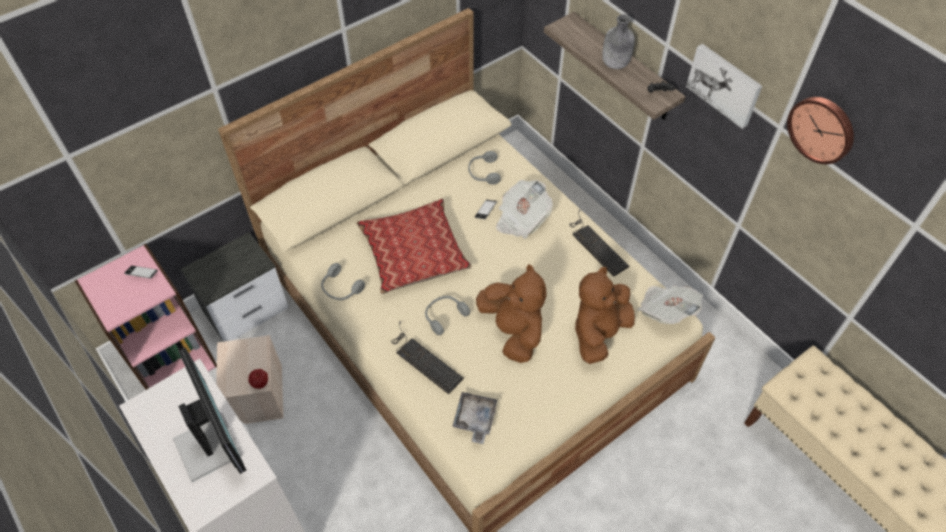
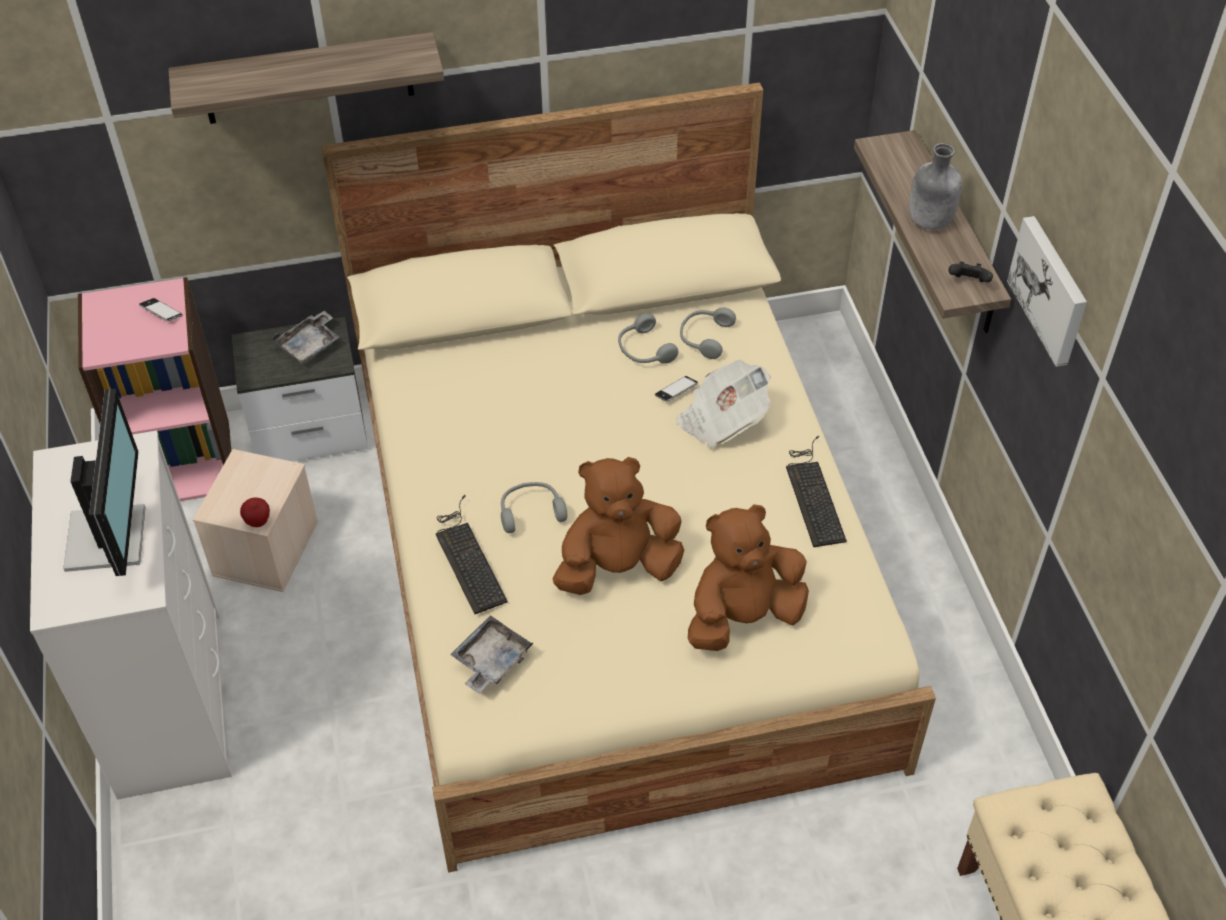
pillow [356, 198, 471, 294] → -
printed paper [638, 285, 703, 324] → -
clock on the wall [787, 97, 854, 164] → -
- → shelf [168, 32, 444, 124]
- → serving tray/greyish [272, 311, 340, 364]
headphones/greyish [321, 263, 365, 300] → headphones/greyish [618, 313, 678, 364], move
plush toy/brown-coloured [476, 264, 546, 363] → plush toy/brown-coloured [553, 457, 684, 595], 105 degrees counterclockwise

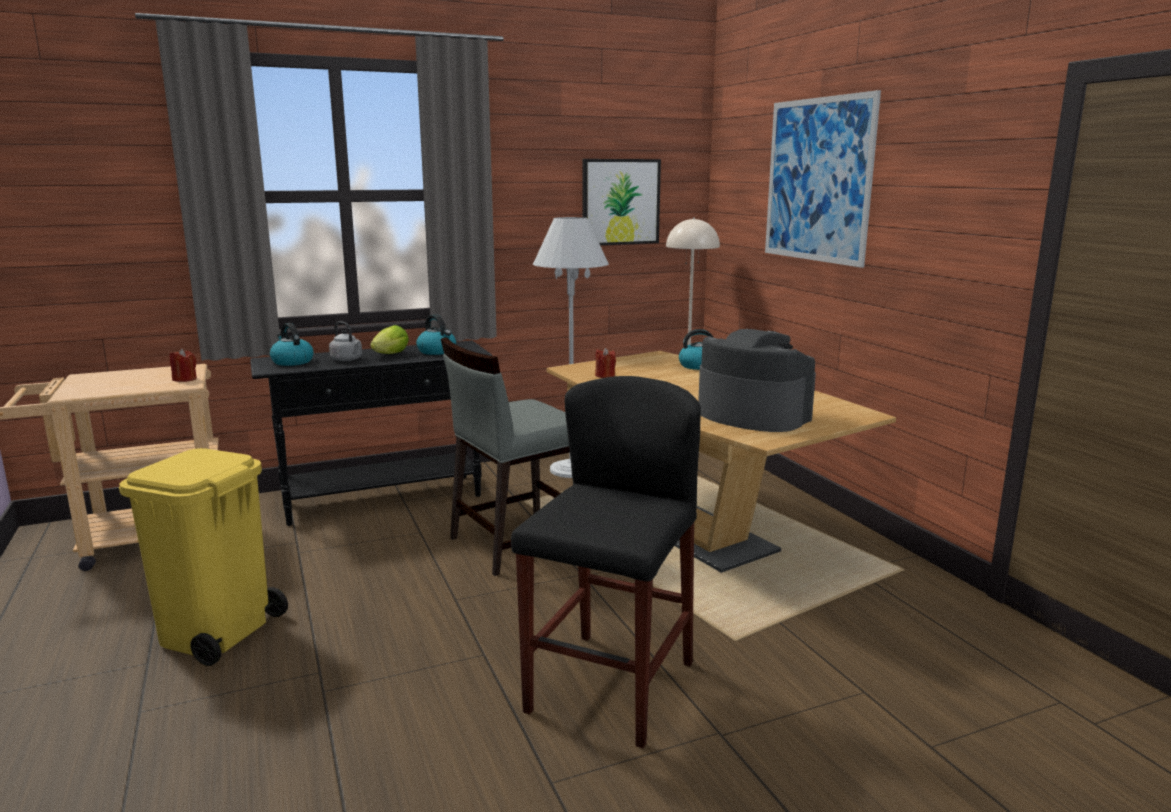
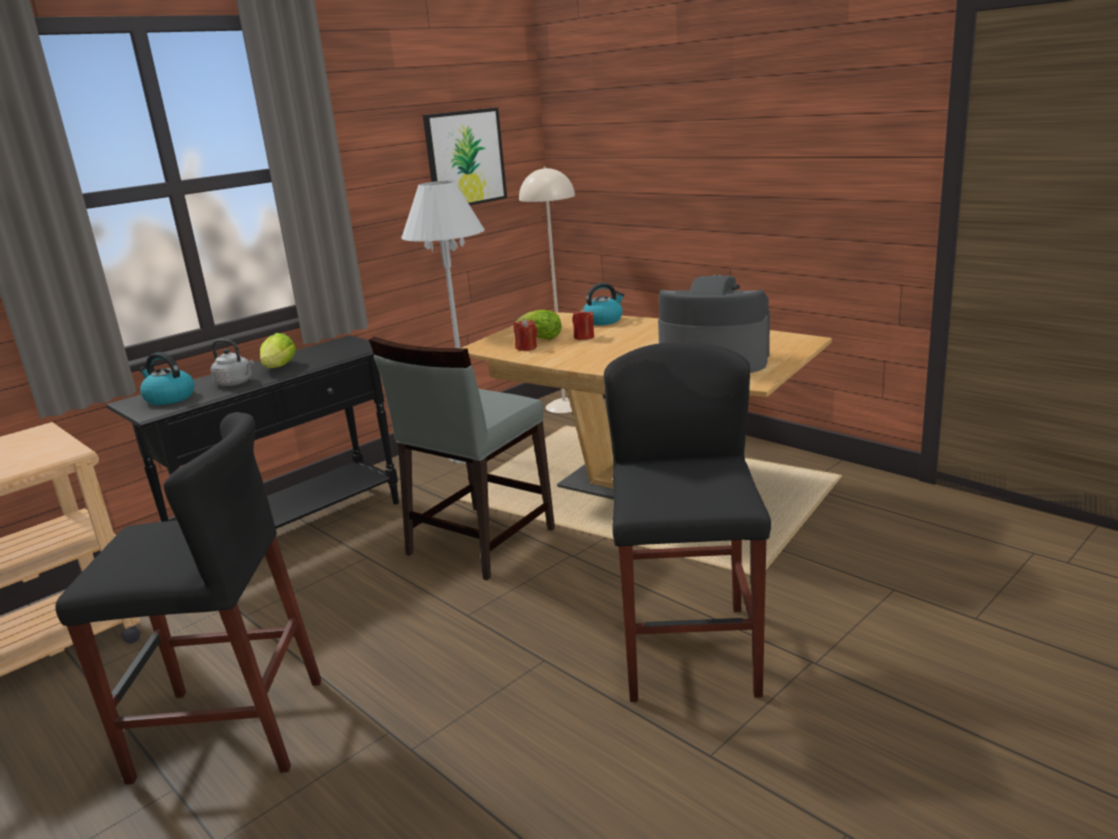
tea kettle [416, 314, 456, 355] → -
wall art [765, 90, 881, 268] → -
- → lettuce [516, 310, 562, 340]
wax candle/reddish [170, 349, 197, 382] → wax candle/reddish [572, 308, 594, 340], move
trash can/yellow [119, 448, 288, 666] → stool seat/black [55, 412, 322, 785]

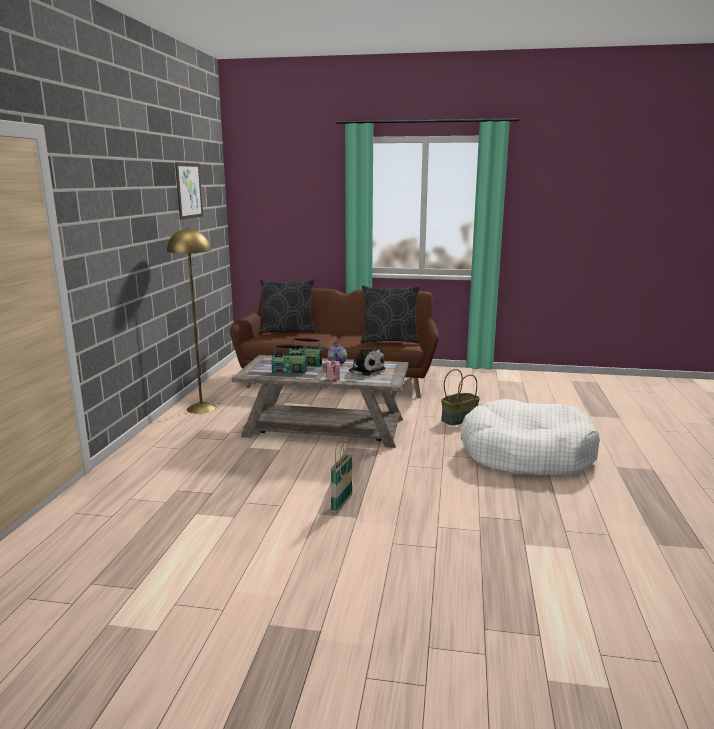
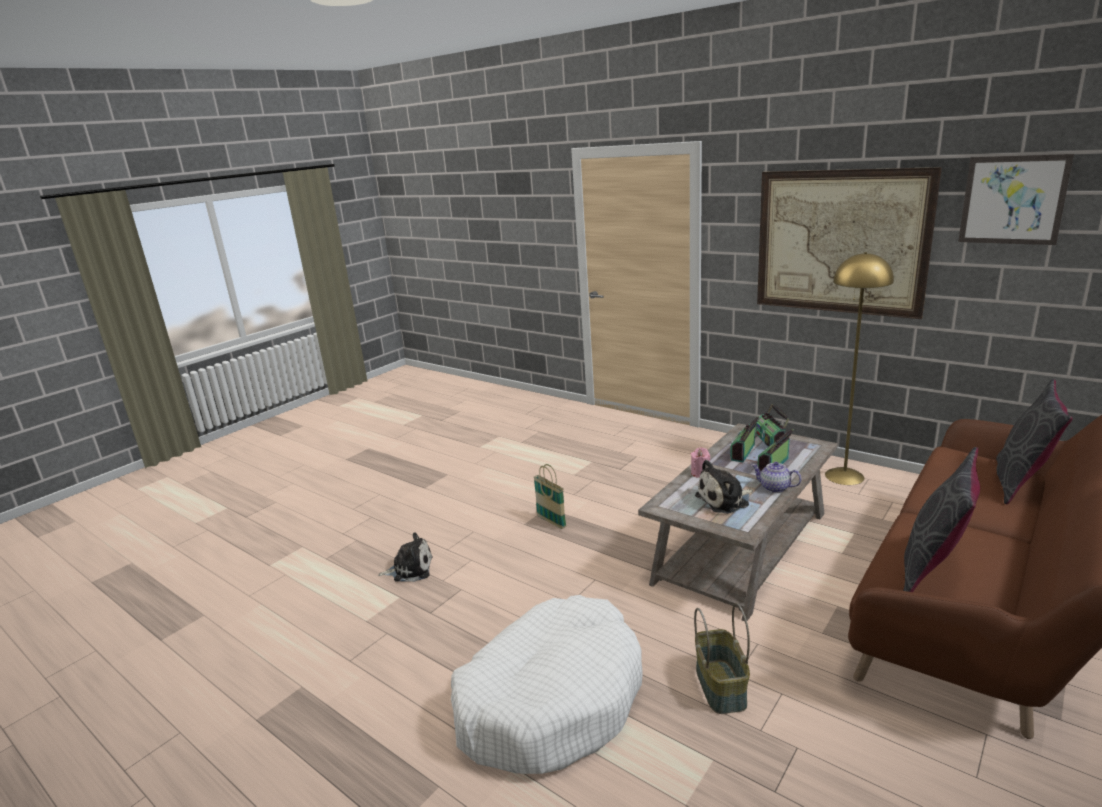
- → plush toy [378, 532, 433, 582]
- → radio [756, 404, 789, 446]
- → wall art [757, 167, 942, 319]

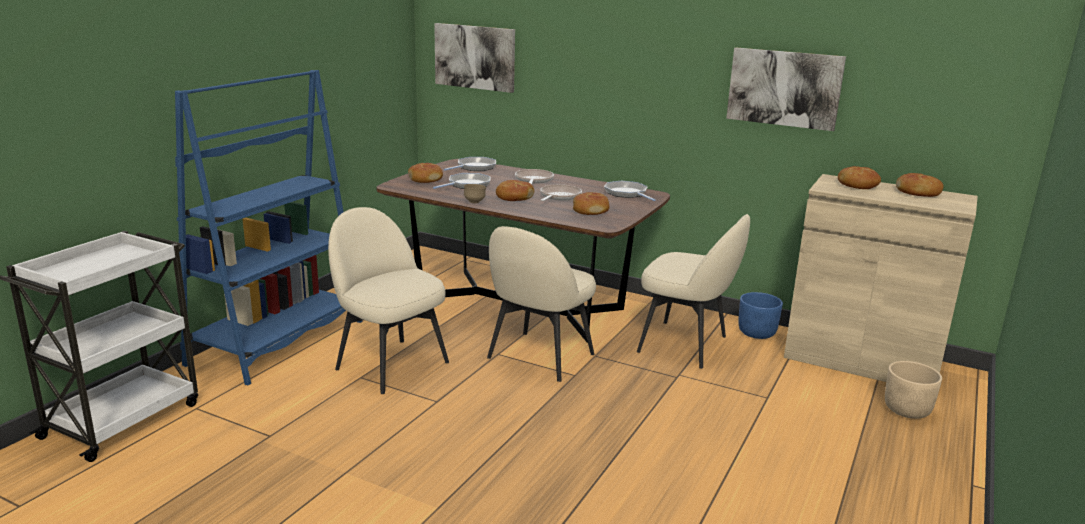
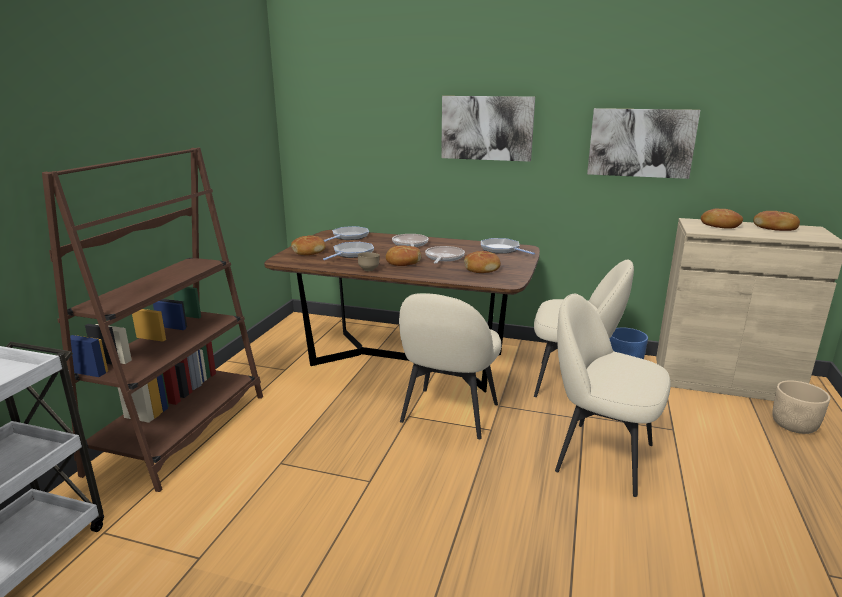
chair/beige [328, 207, 449, 394] → chair/beige [555, 294, 671, 497], move
wall art [434, 23, 515, 93] → wall art [441, 96, 535, 162], move
bookcase/blue [175, 70, 362, 385] → bookcase/brown-coloured [42, 147, 263, 492]

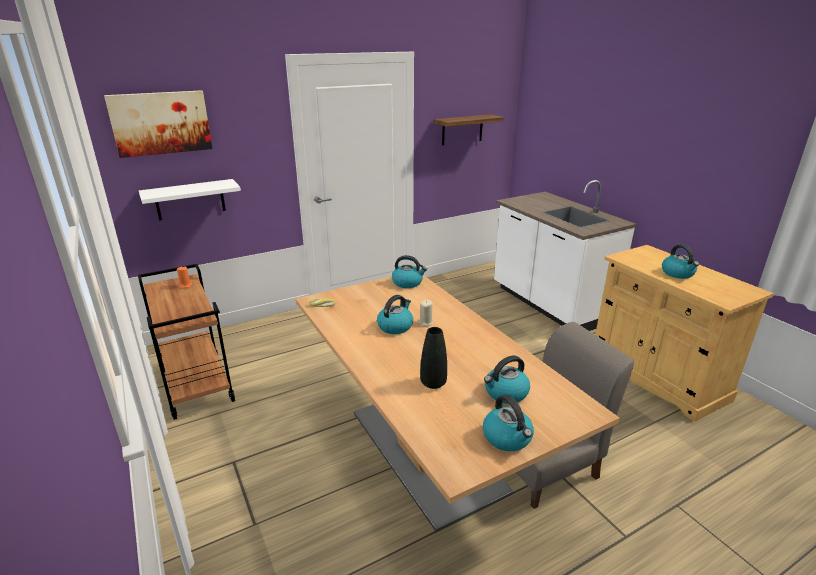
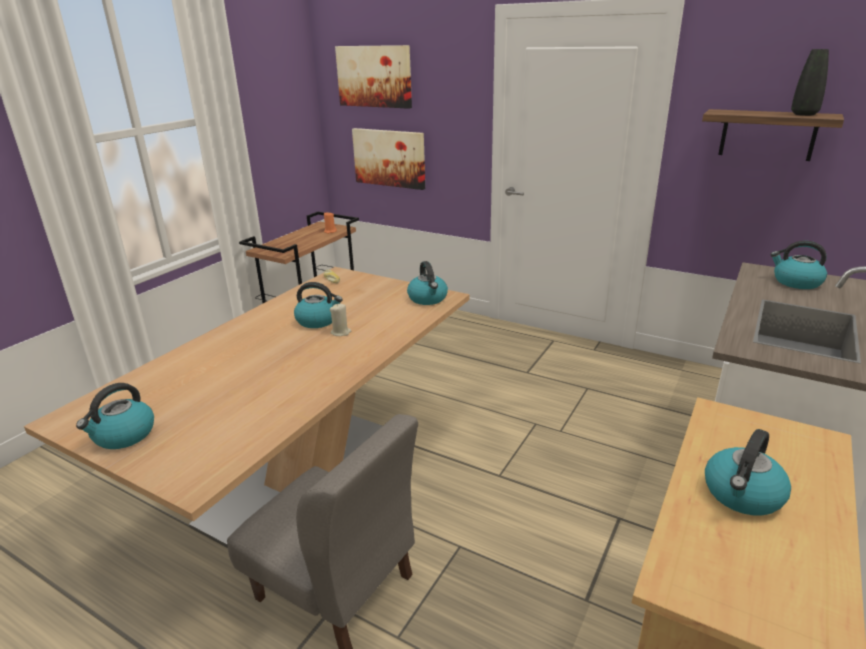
flower vase/black [420, 327, 447, 389] → flower vase/black [791, 49, 829, 116], move
tea kettle [484, 355, 530, 404] → tea kettle [770, 240, 827, 289], move
shelf/white [139, 179, 241, 221] → wall art [352, 128, 425, 190]

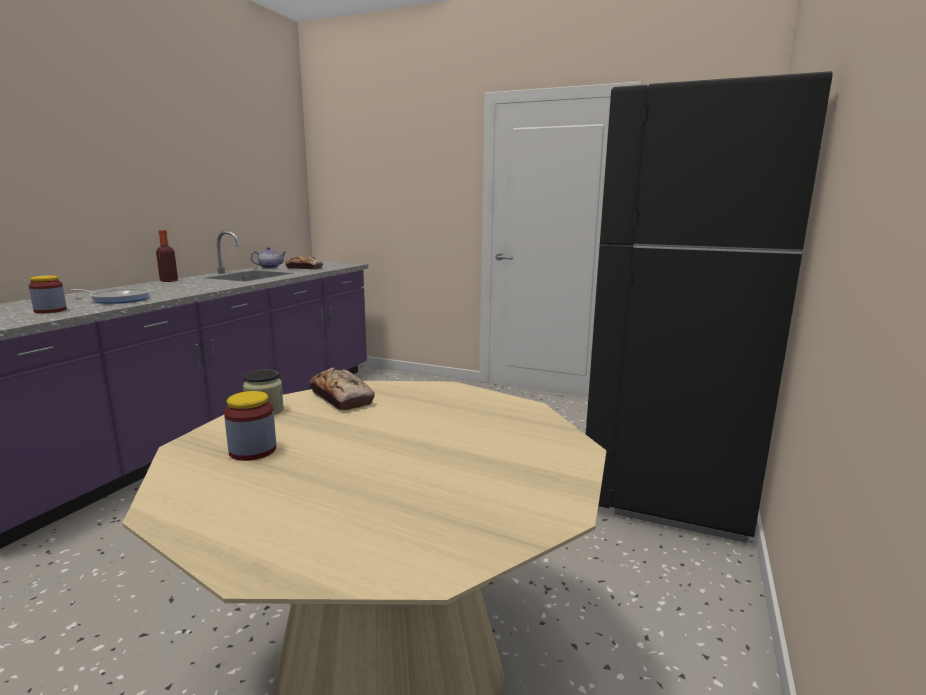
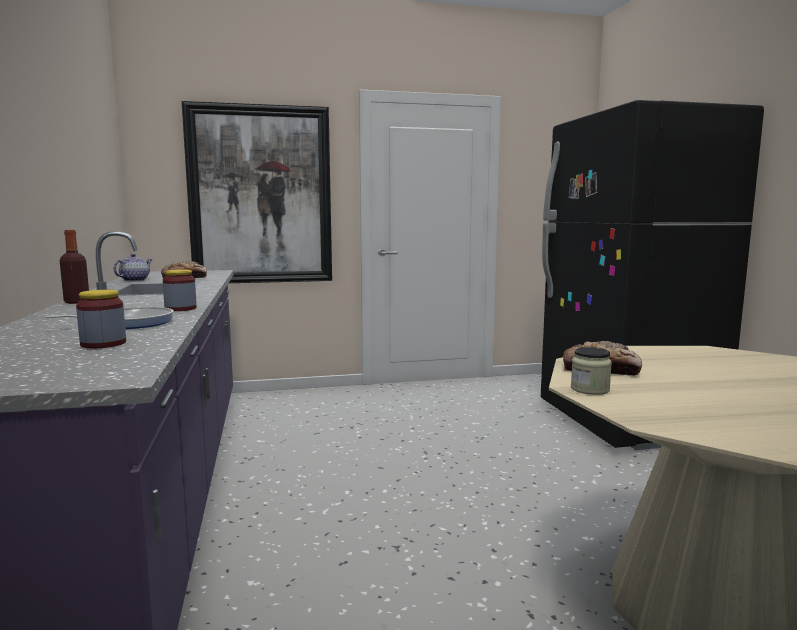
- → wall art [182, 101, 332, 283]
preserve jar [224, 391, 276, 461] → preserve jar [163, 269, 197, 311], move

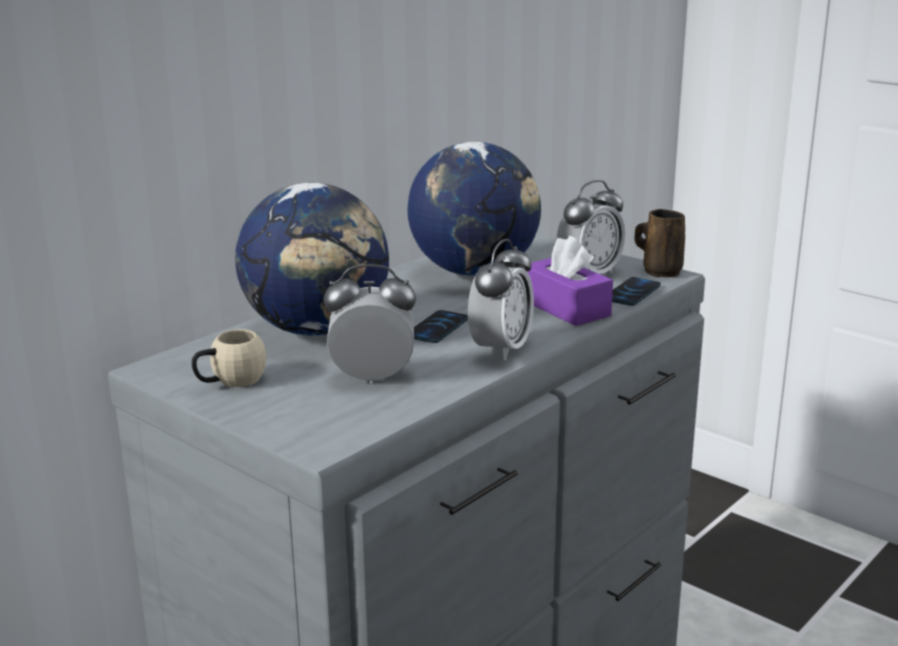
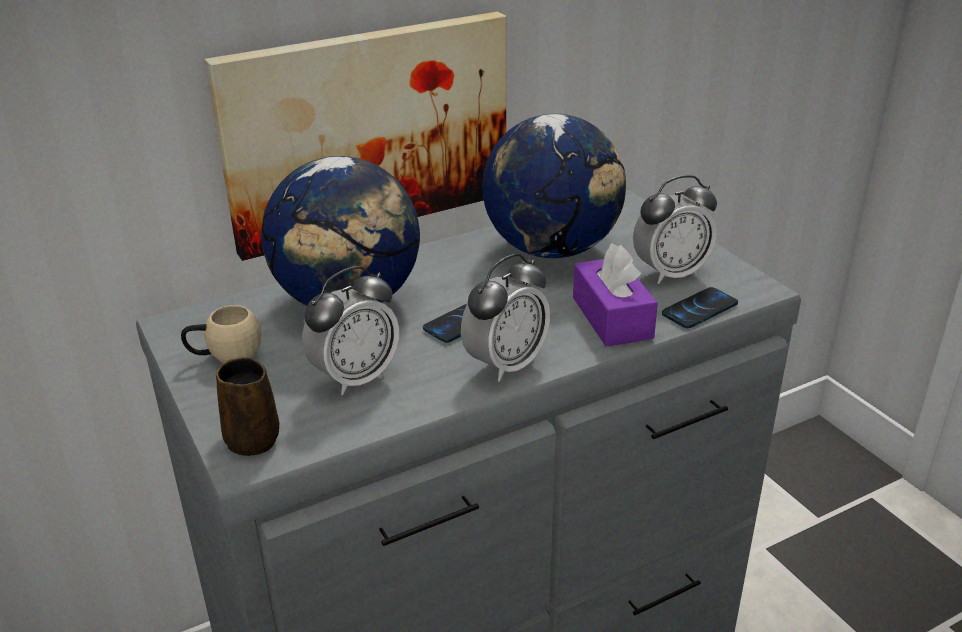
- → wall art [204, 12, 506, 261]
tea mug/brown-coloured [634, 209, 685, 277] → tea mug/brown-coloured [216, 357, 279, 456], move
bedside clock [324, 264, 416, 383] → bedside clock [302, 266, 399, 395], 120 degrees clockwise

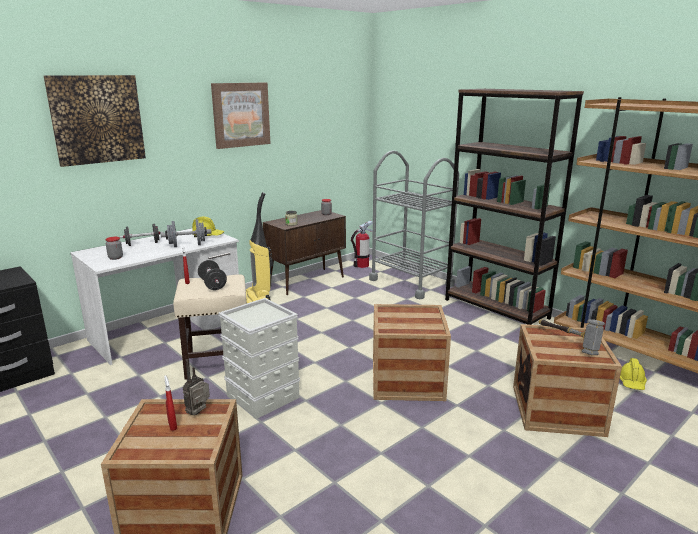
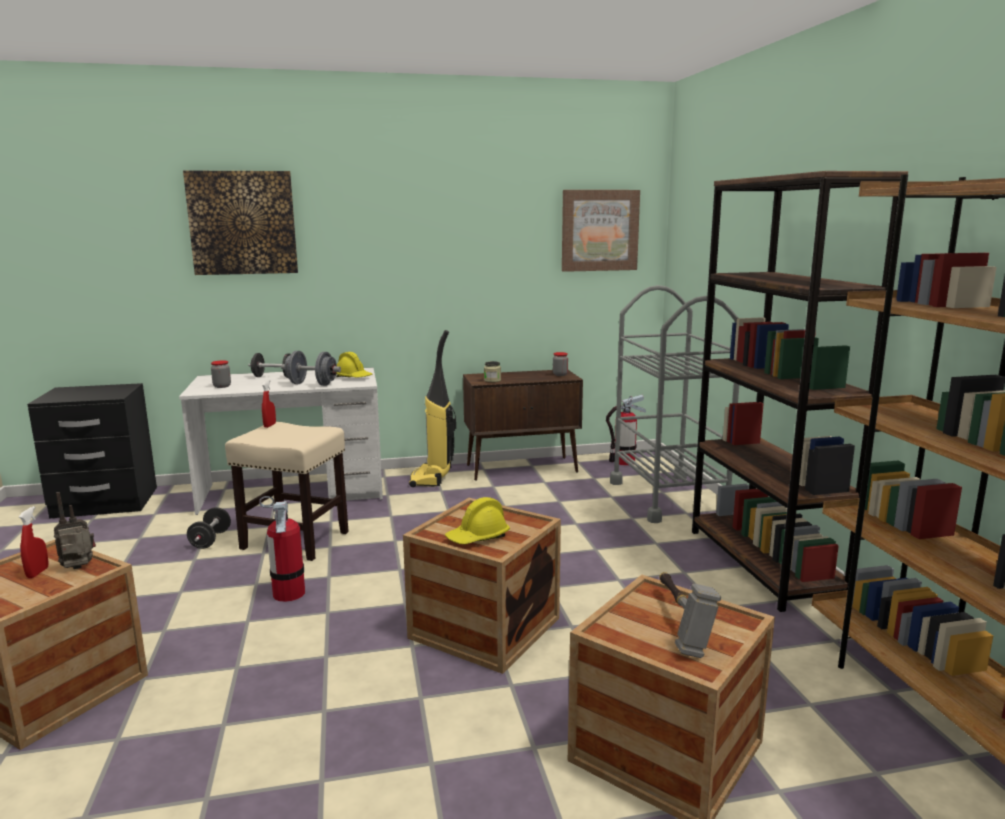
hand weight/black [198, 260, 227, 290] → hand weight/black [187, 507, 231, 549], move
wall art [211, 83, 270, 149] → wall art [562, 190, 640, 272], move
work helmet/yellow [620, 358, 647, 390] → work helmet/yellow [445, 497, 510, 544], move
storage container/greyish [218, 298, 300, 419] → extinguisher [259, 496, 305, 602]

